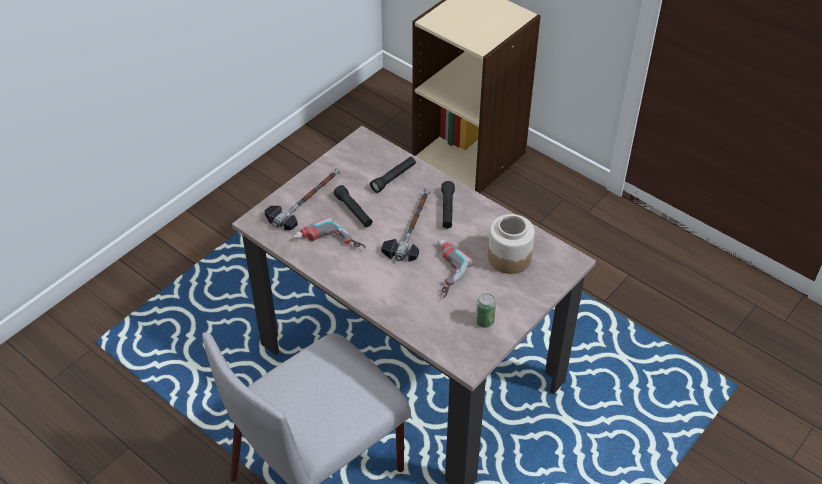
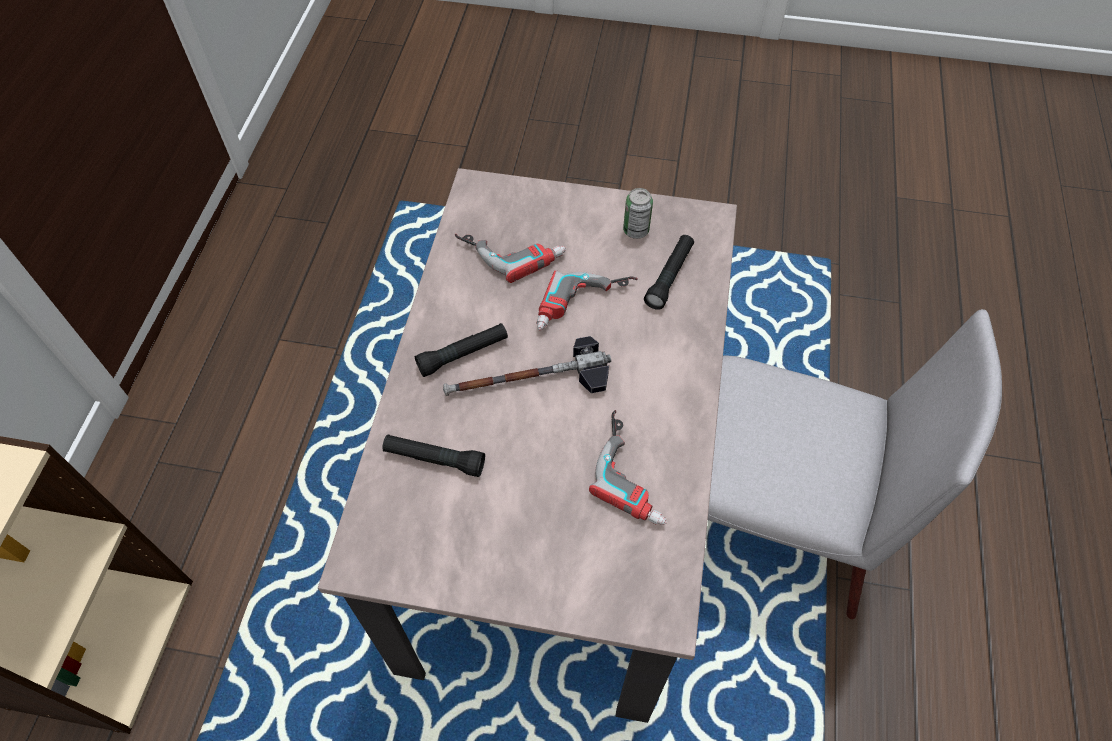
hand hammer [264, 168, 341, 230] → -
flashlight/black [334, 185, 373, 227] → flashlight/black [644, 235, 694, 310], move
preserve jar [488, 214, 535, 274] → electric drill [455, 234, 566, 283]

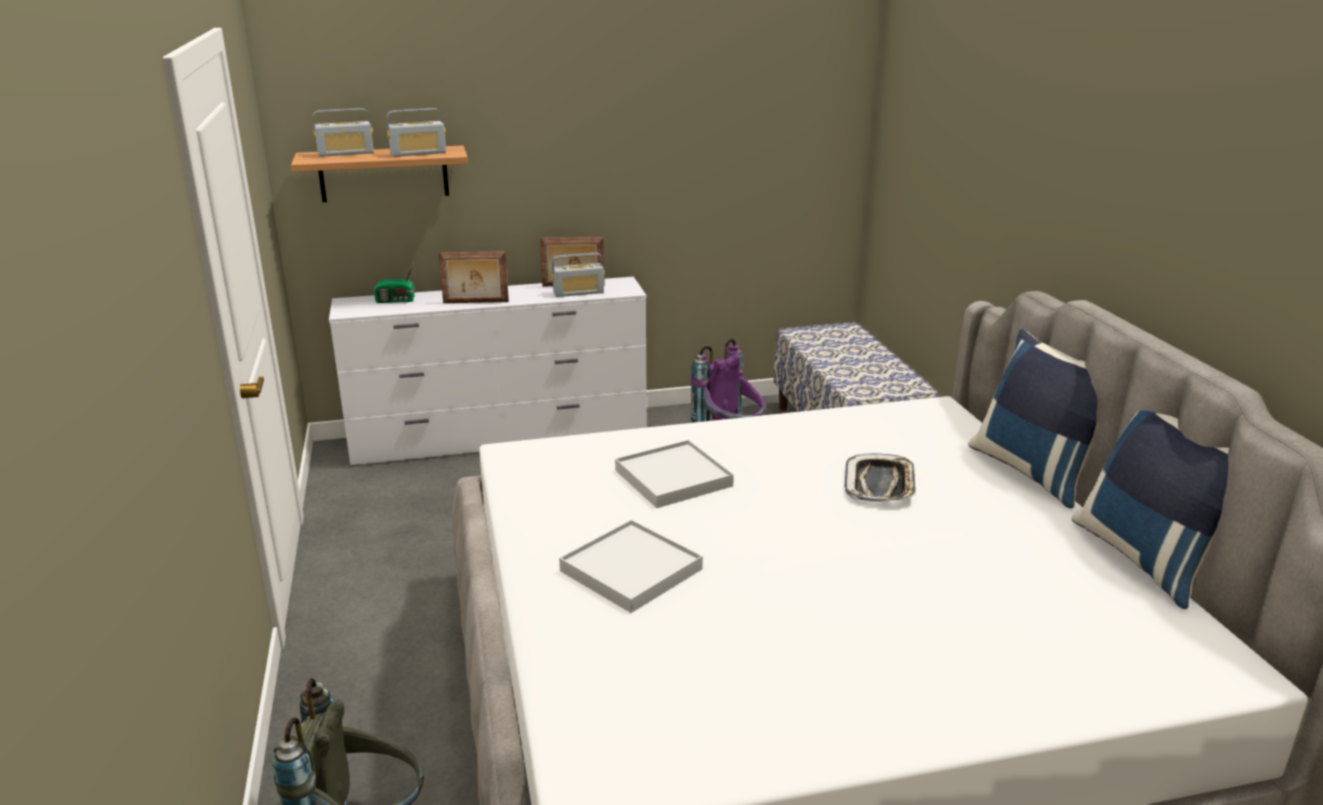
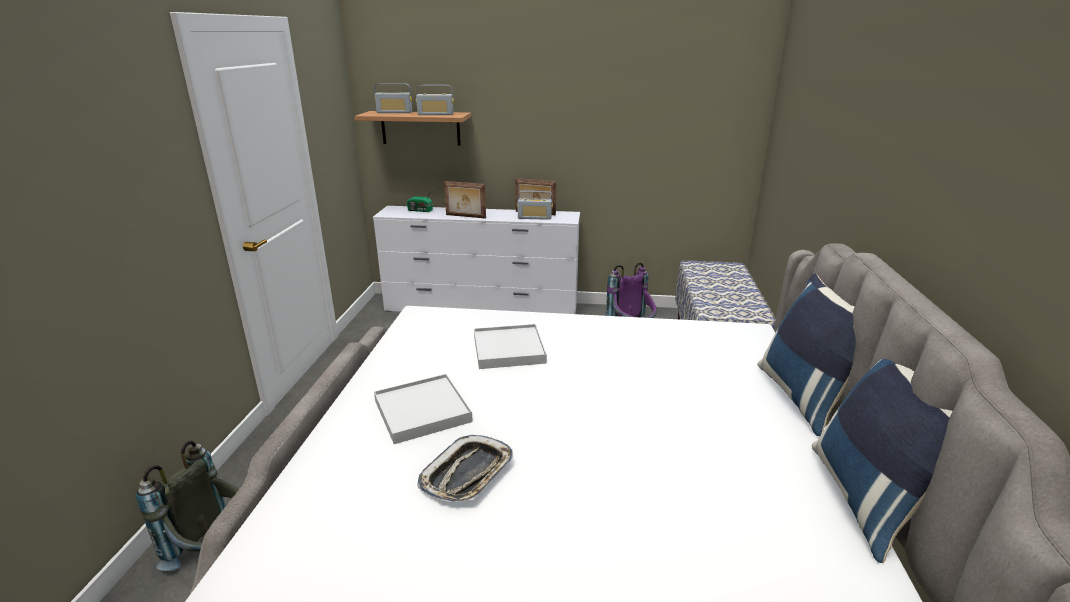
serving tray [845, 453, 916, 503] → serving tray [417, 435, 513, 502], move

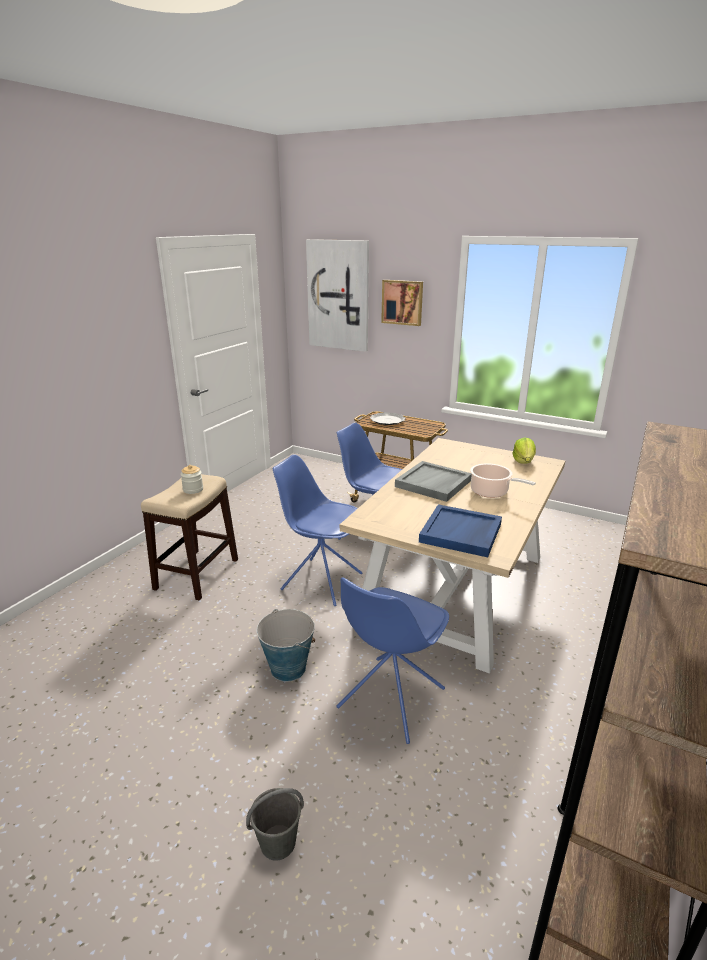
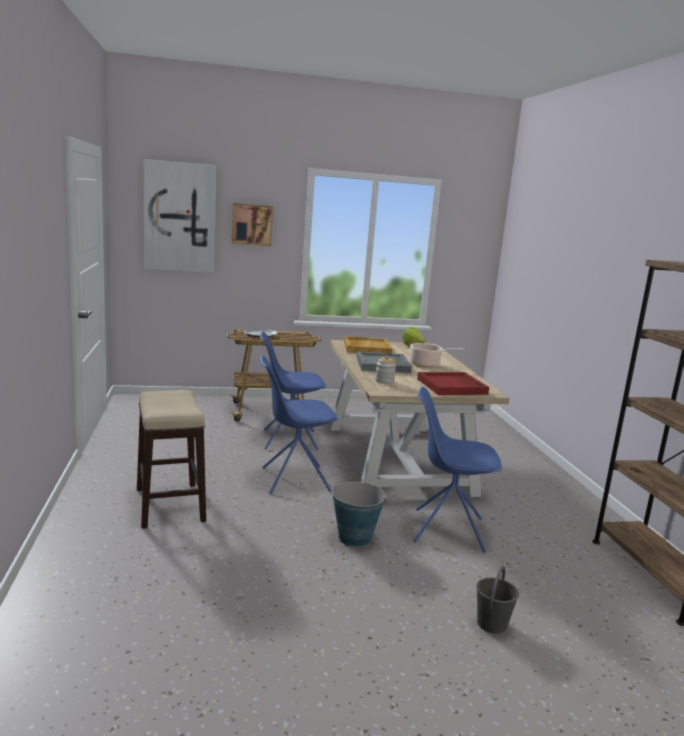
- → serving tray/beige [344, 336, 392, 353]
preserve jar [181, 465, 203, 494] → preserve jar [375, 356, 396, 384], move
serving tray/blue [419, 504, 502, 557] → serving tray/reddish [417, 372, 489, 395]
chair/blue [337, 578, 449, 744] → chair/blue [413, 387, 502, 552], 105 degrees clockwise

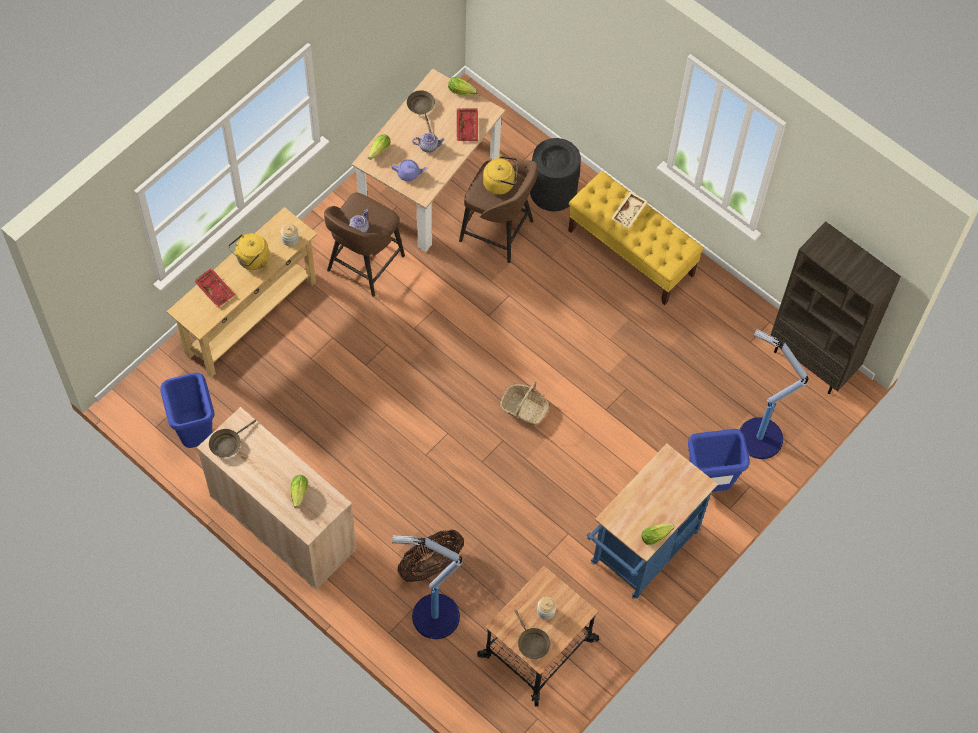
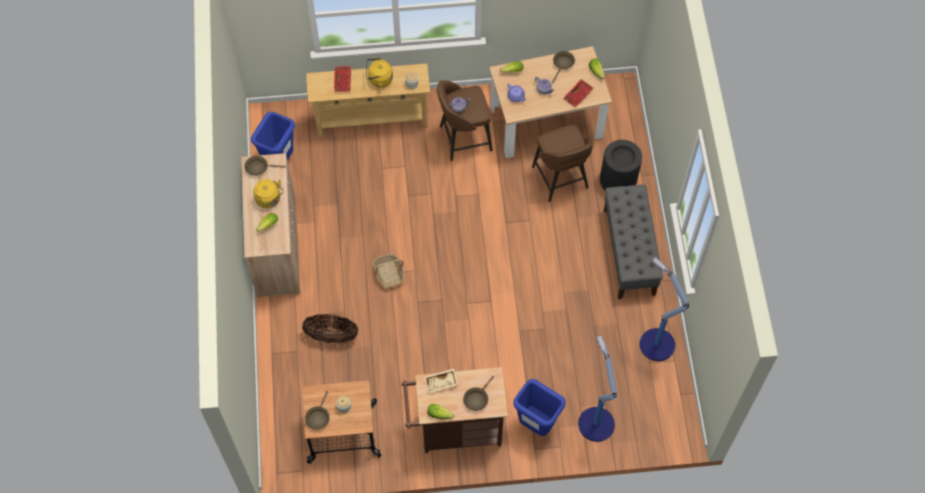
bookcase/brown-coloured [771, 221, 901, 394] → -
- → frying pan/brown-coloured [463, 376, 494, 411]
standing lamp [392, 535, 462, 639] → standing lamp [640, 257, 689, 361], move
tea kettle/yellow [483, 154, 518, 195] → tea kettle/yellow [253, 179, 284, 208], move
household basket [500, 382, 549, 425] → household basket [373, 254, 404, 288], move
serving tray/beige [611, 191, 648, 229] → serving tray/beige [424, 368, 458, 393], move
indoor bench/yellow [568, 171, 704, 305] → indoor bench/greyish [604, 185, 663, 299]
wheeled cart/blue [587, 443, 718, 599] → wheeled cart/brown-coloured [402, 367, 508, 453]

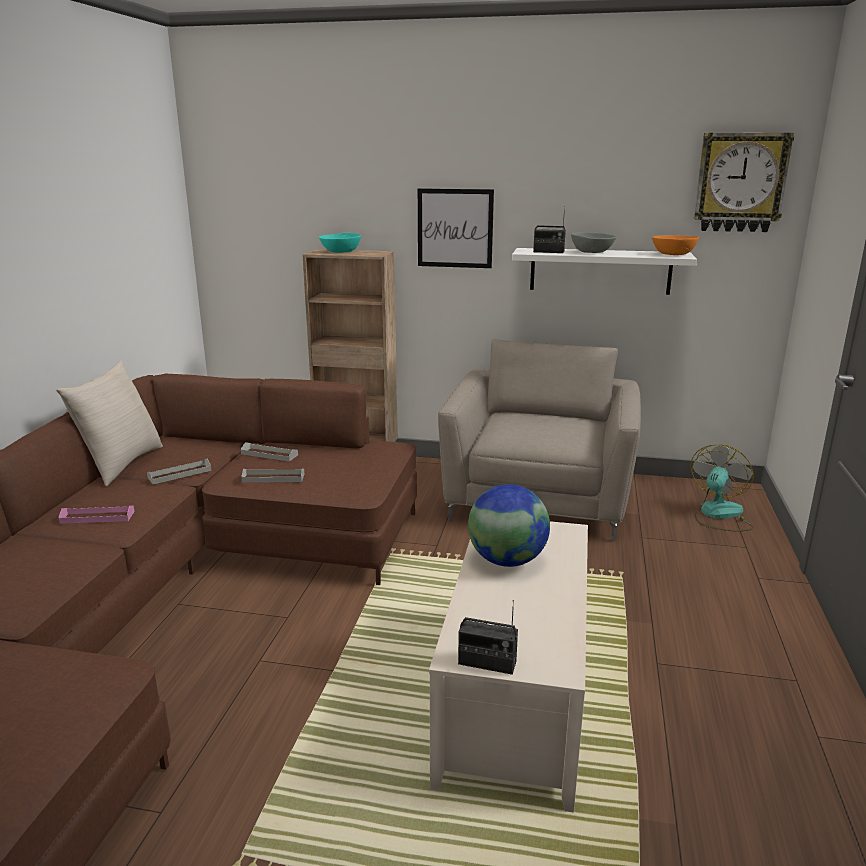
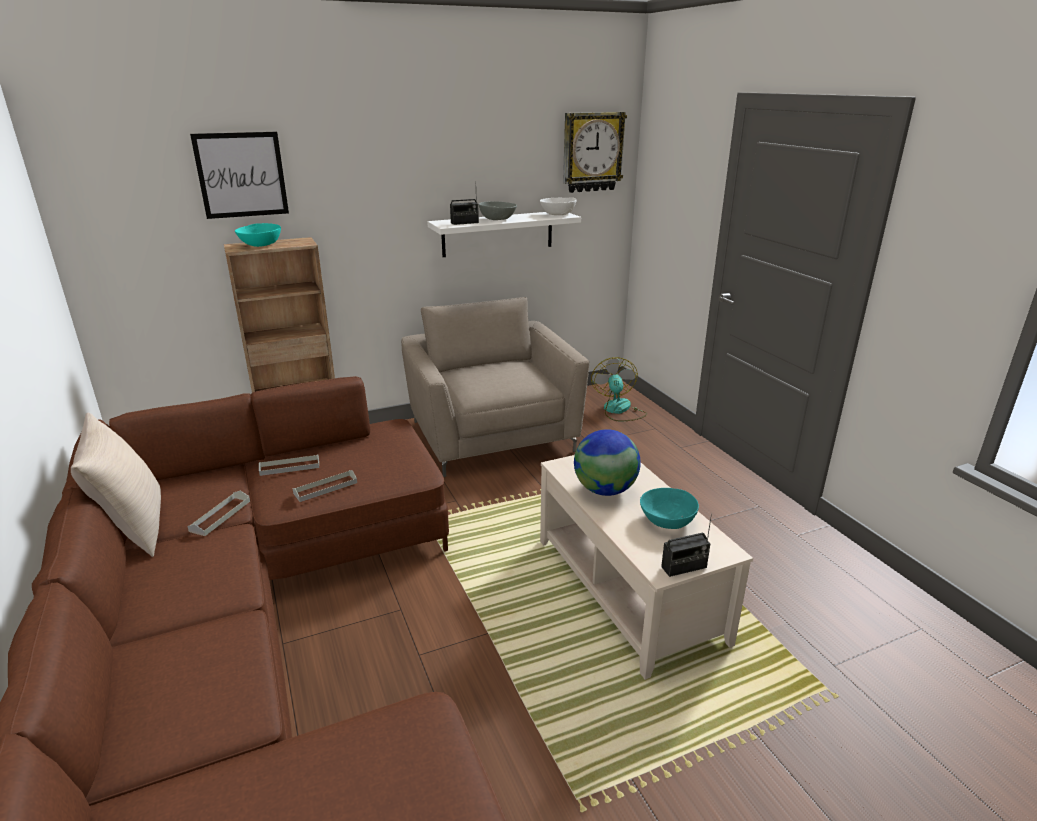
serving tray/pinkish [58, 506, 135, 524] → -
- → serving bowl/blue-green [640, 488, 699, 529]
wall art [418, 188, 494, 268] → wall art [190, 132, 289, 219], move
serving bowl/orange-coloured [652, 235, 699, 255] → serving bowl/white [540, 198, 576, 215]

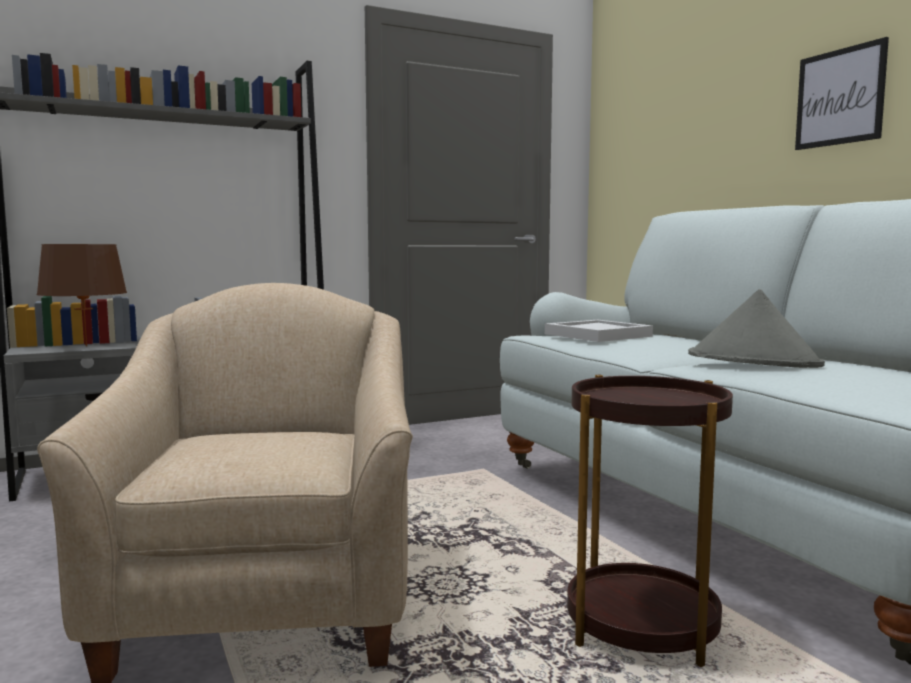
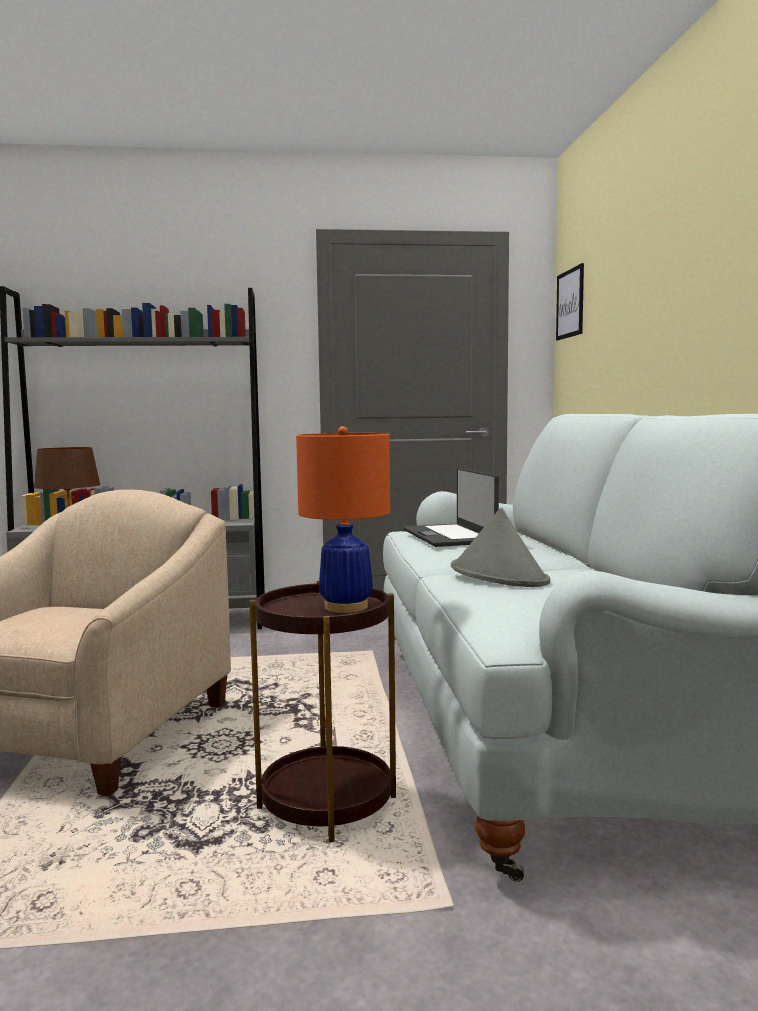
- → table lamp/orange-coloured [296, 426, 390, 613]
wall art [795, 37, 889, 150] → wall art [556, 263, 584, 340], move
serving tray/white [545, 320, 653, 342] → notebook computer [404, 468, 499, 547]

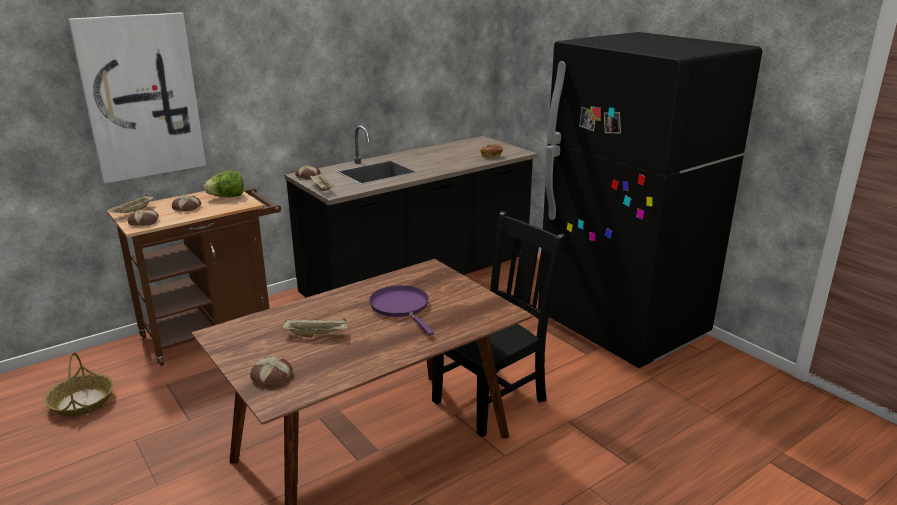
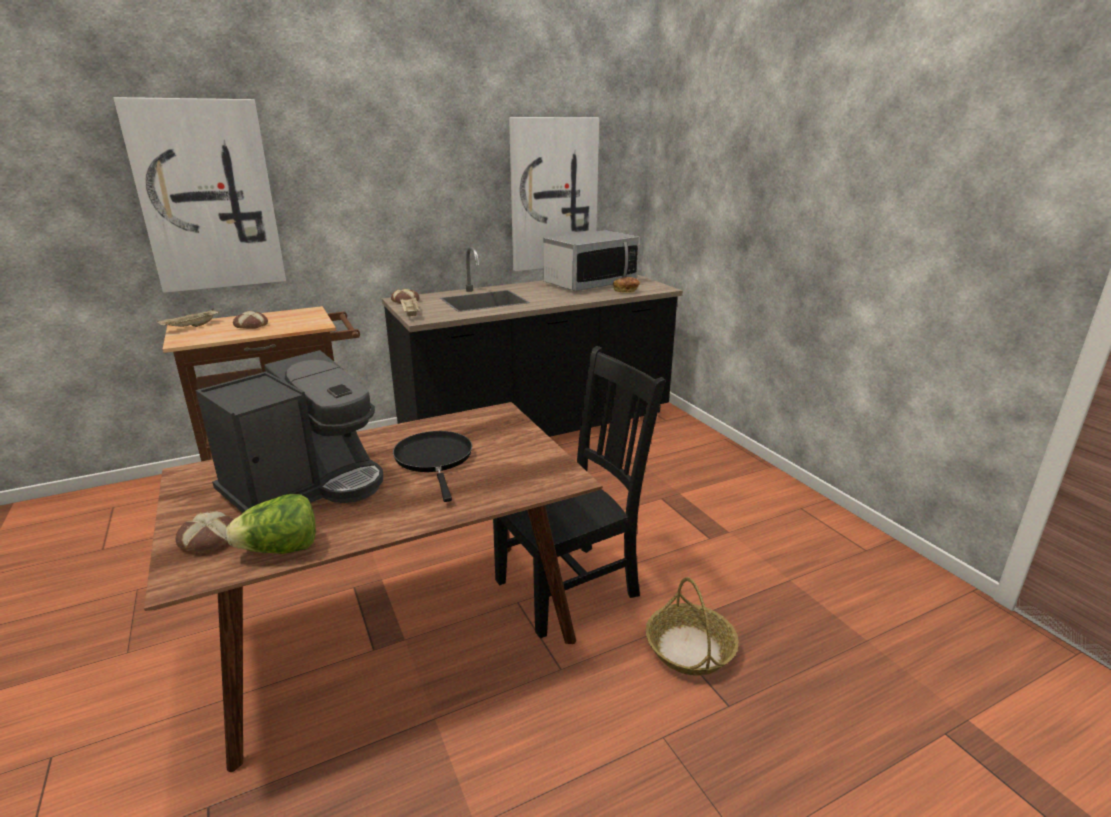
baked bread [128, 209, 159, 226] → -
fridge/black [538, 32, 762, 368] → -
- → wall art [509, 117, 599, 271]
- → microwave oven [543, 230, 639, 291]
household basket [44, 352, 114, 417] → household basket [646, 577, 739, 676], move
lettuce [204, 170, 244, 197] → lettuce [226, 494, 316, 554], move
serving tray/beige [282, 318, 347, 337] → coffee machine [196, 350, 383, 513]
frying pan/purplish [369, 285, 434, 336] → frying pan/black [393, 431, 472, 502]

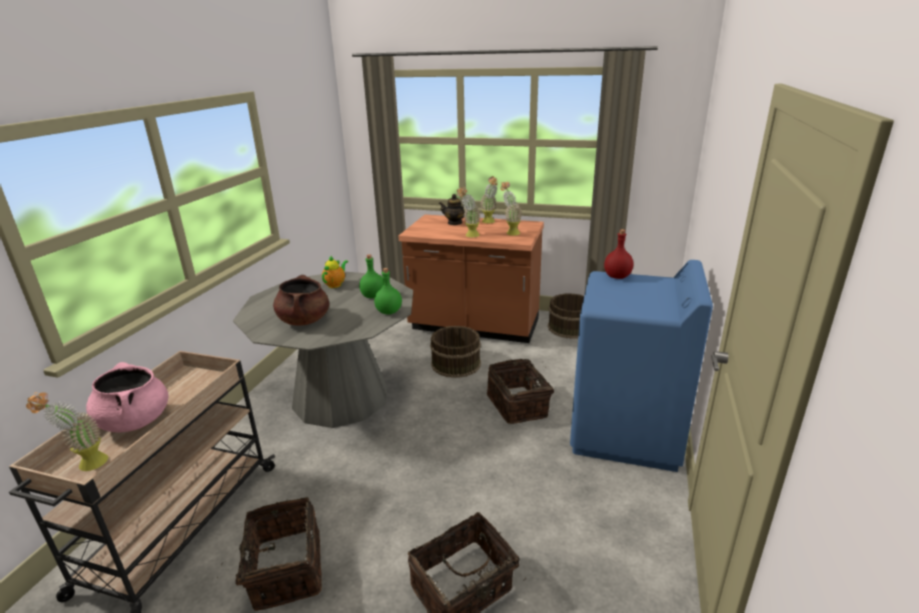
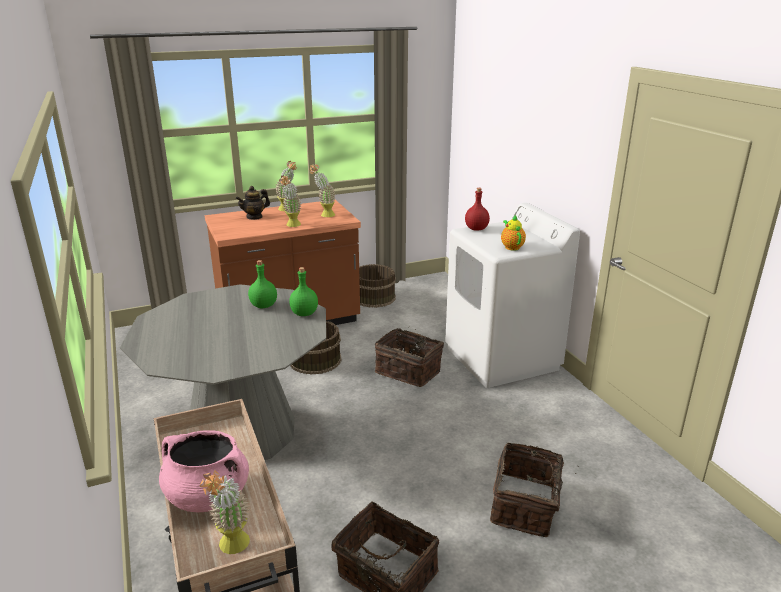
stockpot/brown-coloured [273, 275, 329, 326] → -
teapot [322, 256, 348, 288] → teapot [501, 215, 526, 251], move
washing machine/blue [570, 260, 713, 472] → washing machine/white [445, 203, 580, 388]

